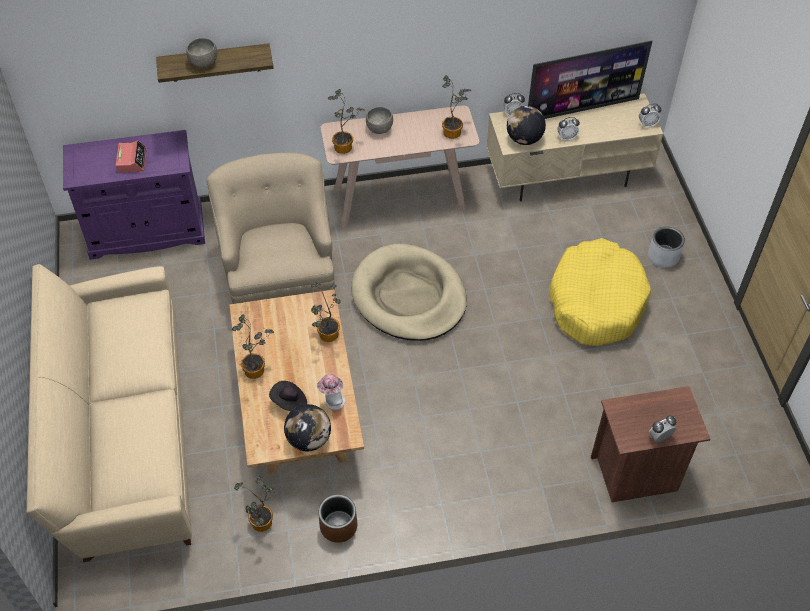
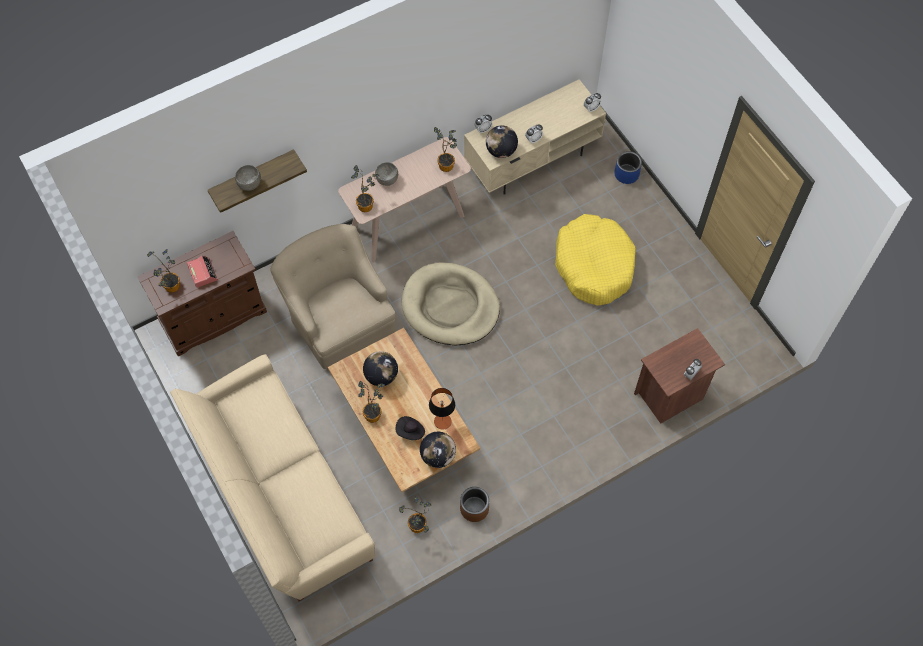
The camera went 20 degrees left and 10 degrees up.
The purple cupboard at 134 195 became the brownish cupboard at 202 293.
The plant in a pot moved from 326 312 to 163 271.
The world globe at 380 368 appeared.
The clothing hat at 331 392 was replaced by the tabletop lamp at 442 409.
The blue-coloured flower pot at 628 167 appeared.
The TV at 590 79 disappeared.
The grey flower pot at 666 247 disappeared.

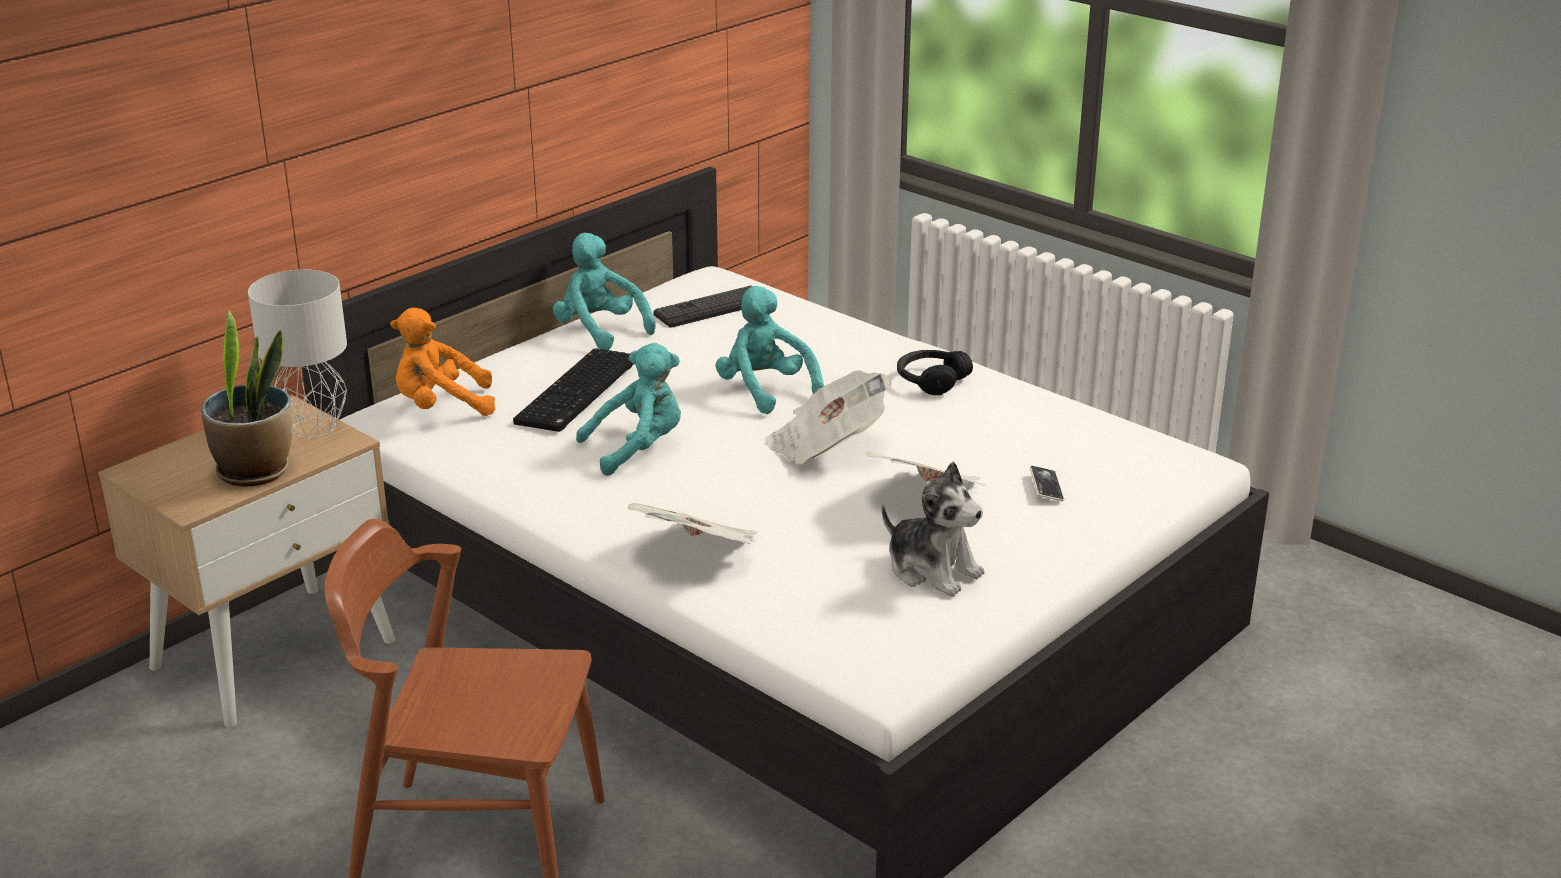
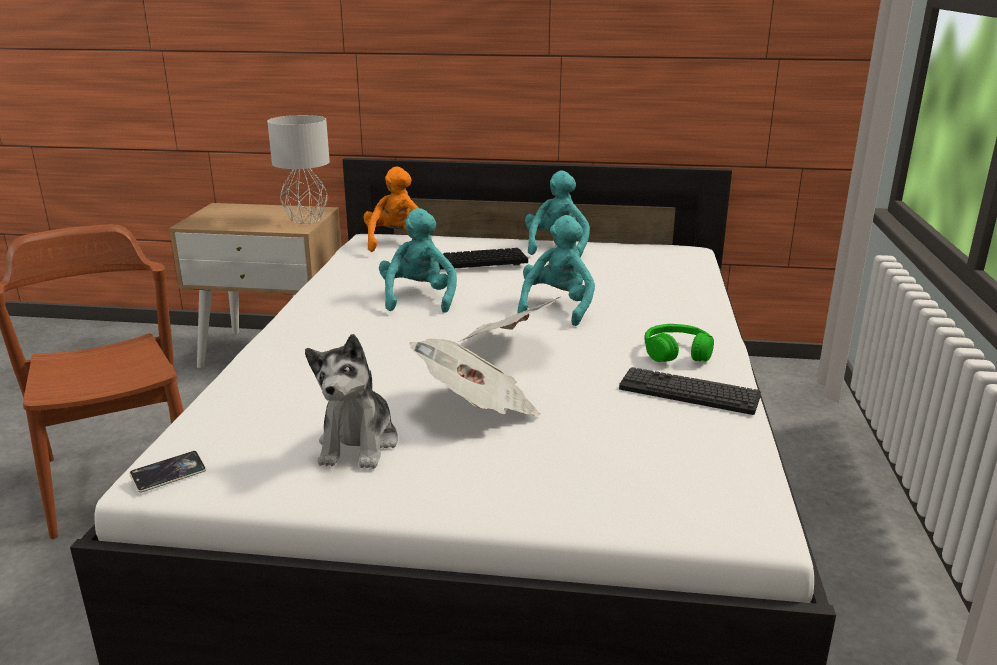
The camera went 55 degrees right and 5 degrees down.
The handset moved from 1047 483 to 167 472.
The orange cuddly toy at 442 362 turned 45 degrees clockwise.
The turquoise cuddly toy at 628 409 turned 120 degrees counterclockwise.
The PC keyboard moved from 702 306 to 690 391.
The black-coloured pair of headphones at 935 372 became the green-coloured pair of headphones at 679 343.
The plant in a pot at 247 398 disappeared.
The printed paper at 692 523 disappeared.

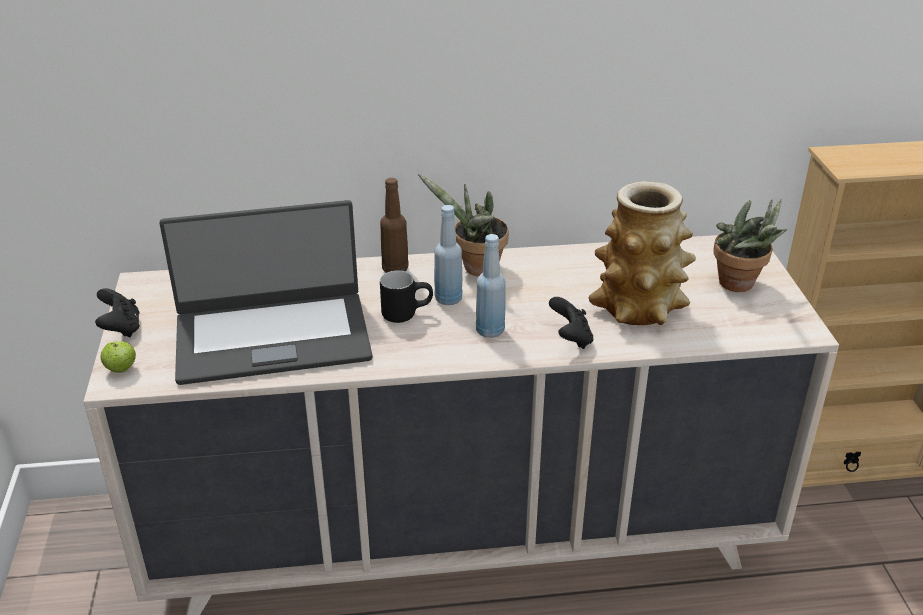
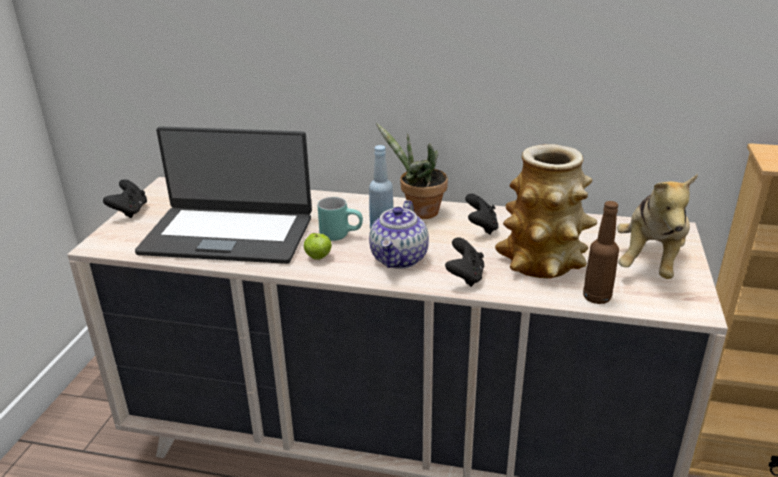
The camera went 20 degrees right and 5 degrees down.
The apple fruit moved from 118 357 to 318 246.
The black-coloured coffee mug at 406 296 became the turquoise coffee mug at 340 219.
The blue-coloured bottle at 491 286 was replaced by the teapot at 399 234.
The black-coloured game controller at 482 214 appeared.
The brownish bottle moved from 394 225 to 601 252.
The plant in a pot at 750 245 was replaced by the cuddly toy at 657 226.

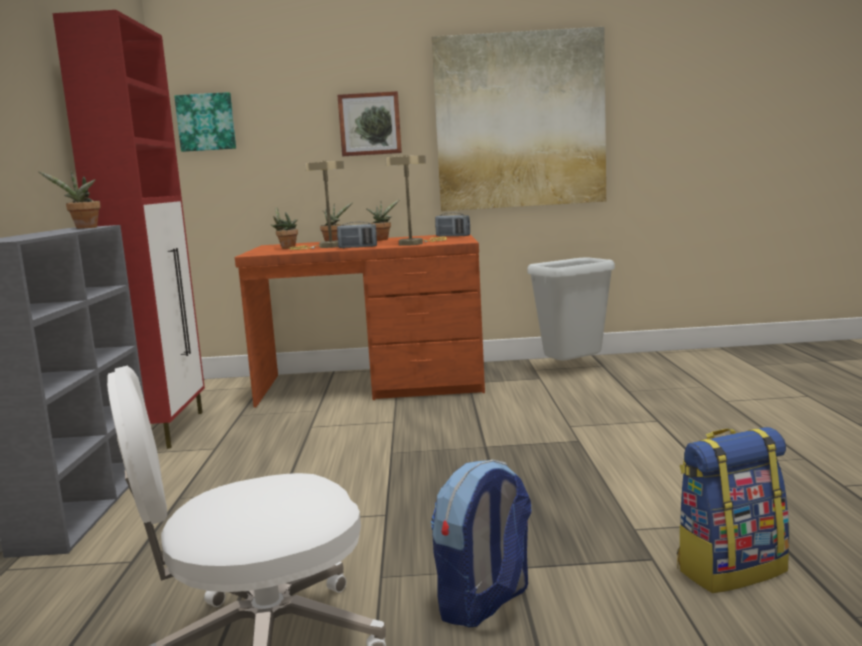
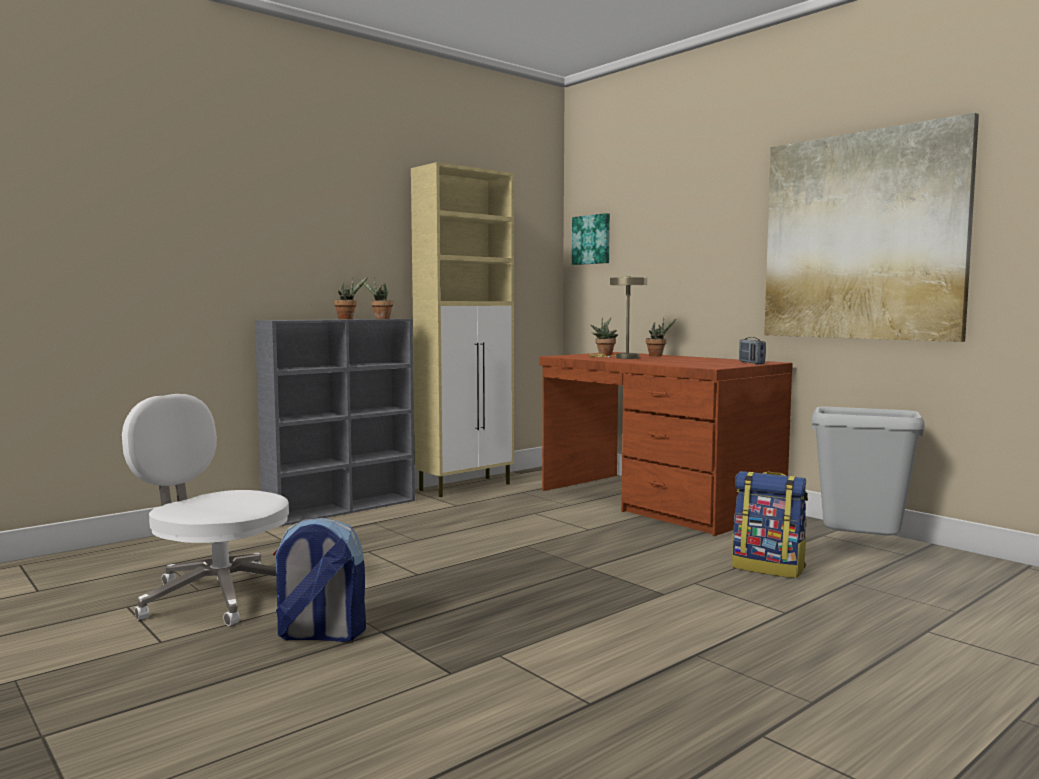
The camera went 50 degrees right and 5 degrees down.
The plant in a pot moved from 383 220 to 351 298.
The reddish cupboard at 129 229 became the sand-coloured cupboard at 462 329.
The rucksack moved from 733 510 to 770 524.
The wall picture at 369 123 disappeared.
The radio set at 357 235 disappeared.
The sand-coloured tabletop lamp at 416 200 disappeared.

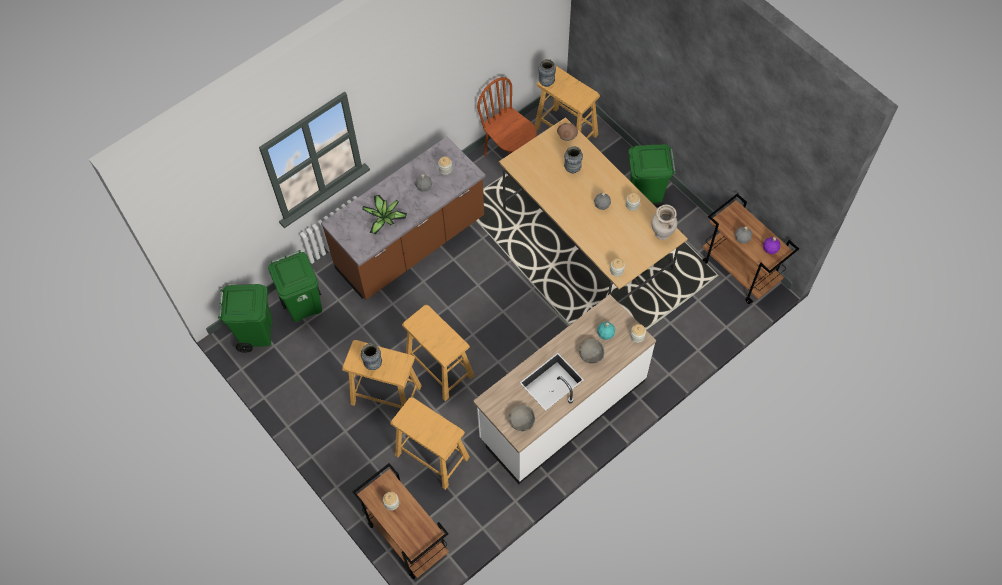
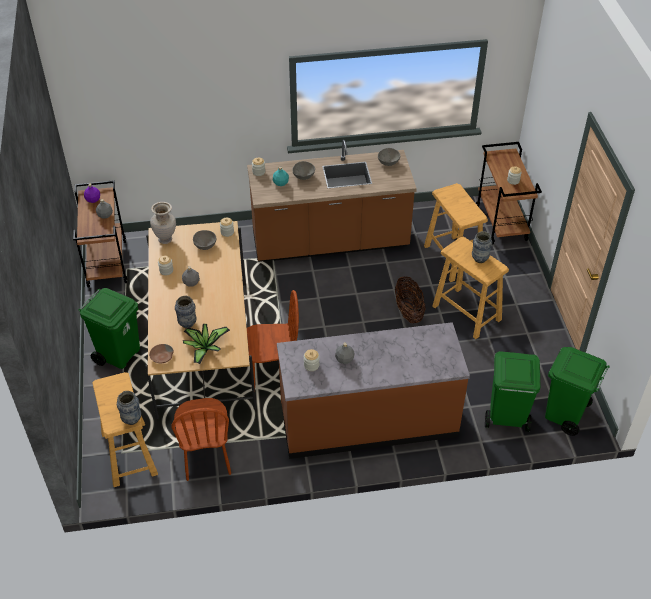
The camera went 150 degrees left and 15 degrees down.
The plant in a pot moved from 384 214 to 206 344.
The grey bowl at 204 240 appeared.
The white-coloured counter at 564 389 became the brownish counter at 332 201.
The brownish plain chair at 273 338 appeared.
The sand-coloured sitting stool at 438 353 was replaced by the storage basket at 410 300.

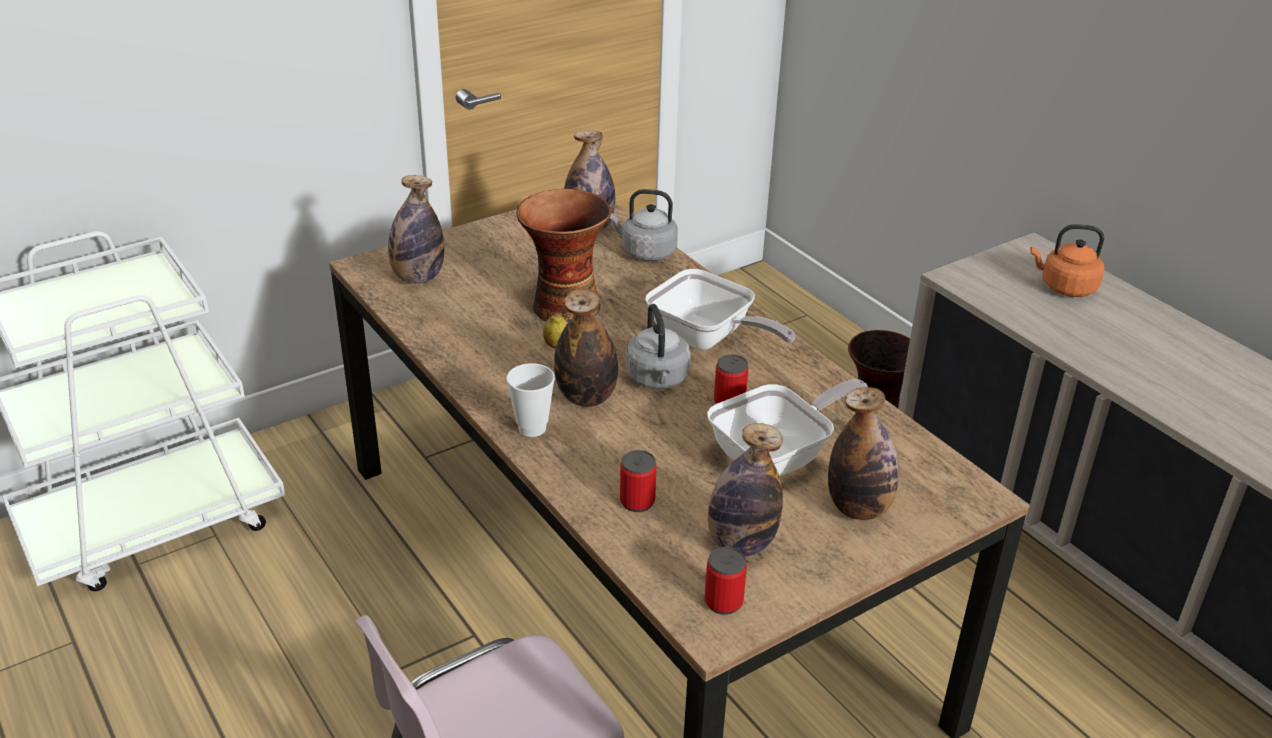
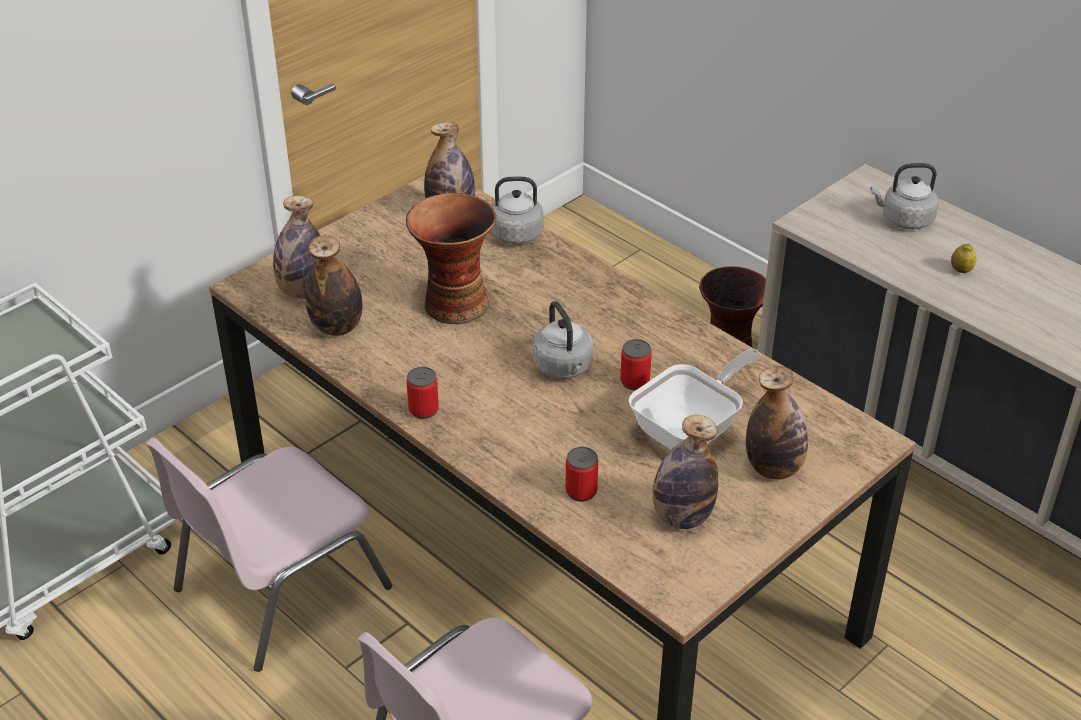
The camera went 10 degrees left and 5 degrees up.
The pink-coloured plain chair at 269 555 appeared.
The bottle moved from 586 348 to 333 285.
The metal can moved from 726 581 to 422 393.
The orange tea kettle at 1067 260 became the grey tea kettle at 904 196.
The whole lemon moved from 555 331 to 963 258.
The cup at 530 400 disappeared.
The pan at 720 309 disappeared.

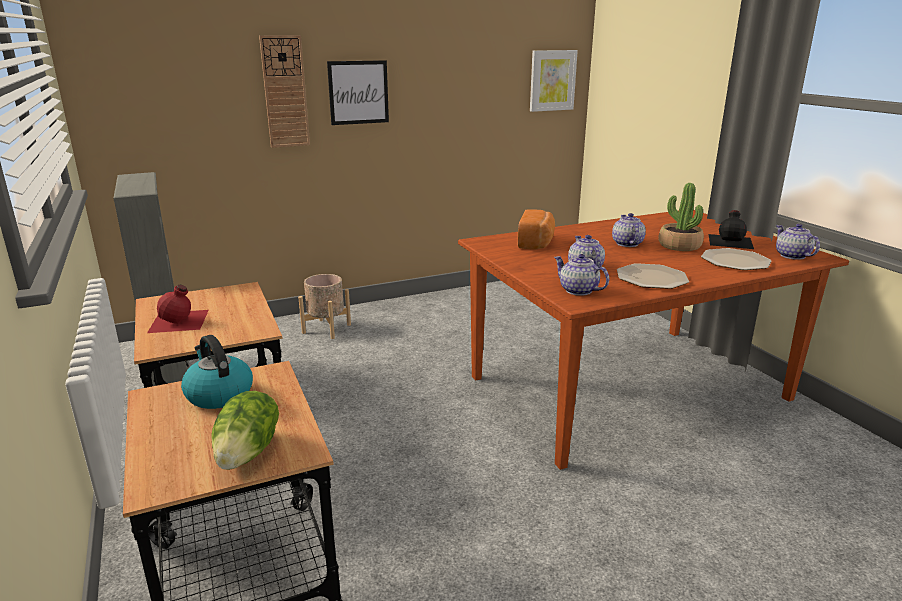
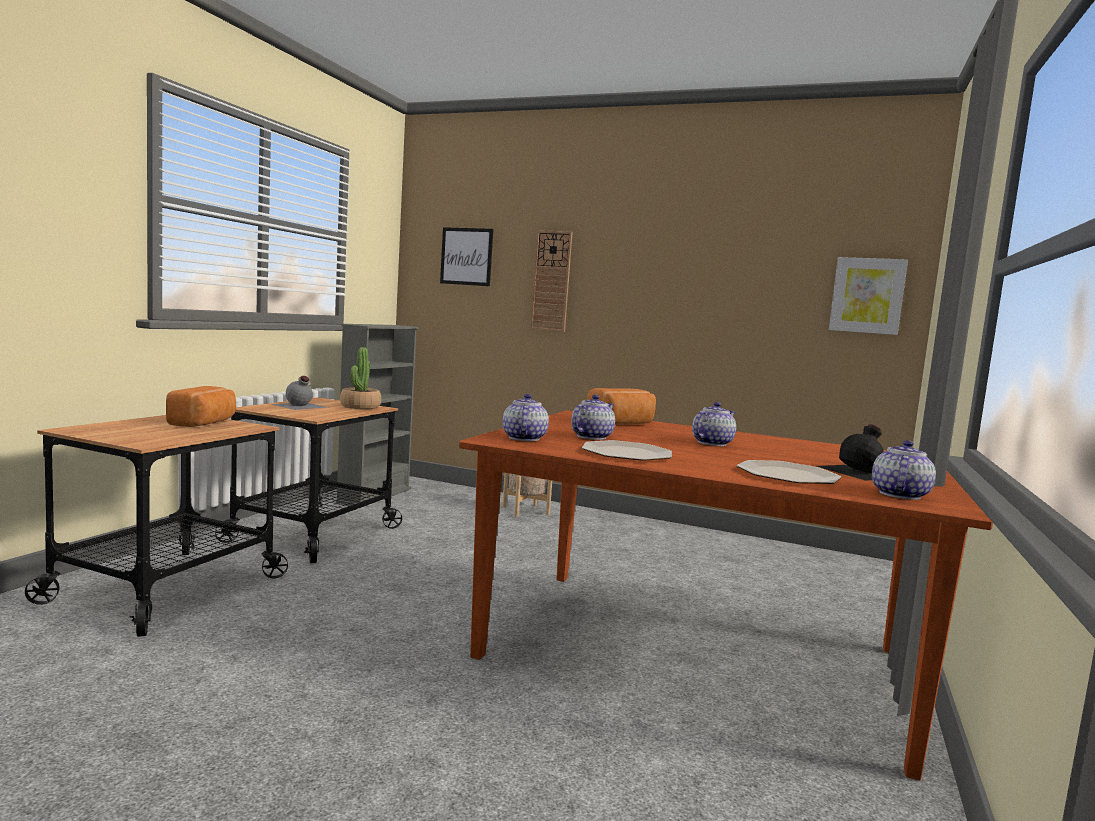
The camera went 45 degrees right and 15 degrees down.
The tea kettle at 217 372 was replaced by the bakery bread at 201 406.
The reddish bottle at 178 309 became the grey bottle at 299 393.
The plant in a pot moved from 681 217 to 360 378.
The wall picture moved from 358 92 to 466 256.
The lettuce at 245 430 disappeared.

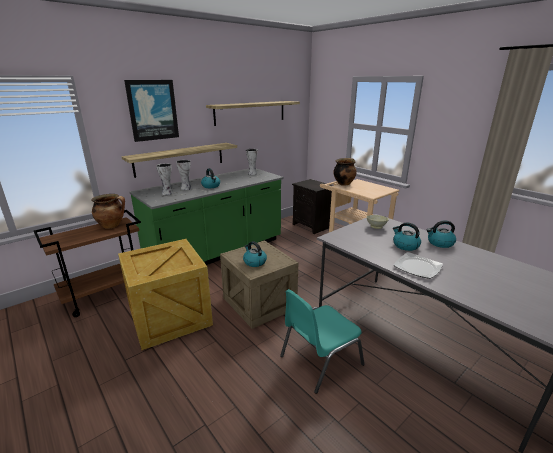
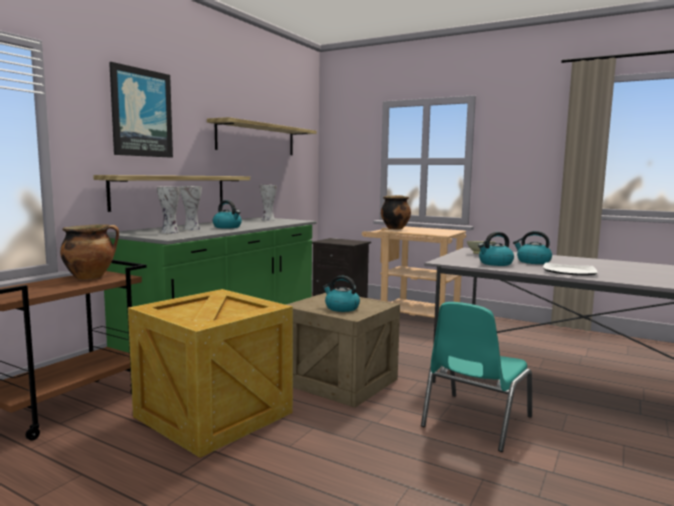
The camera went 20 degrees left and 15 degrees down.
The tea kettle moved from 441 234 to 496 249.

